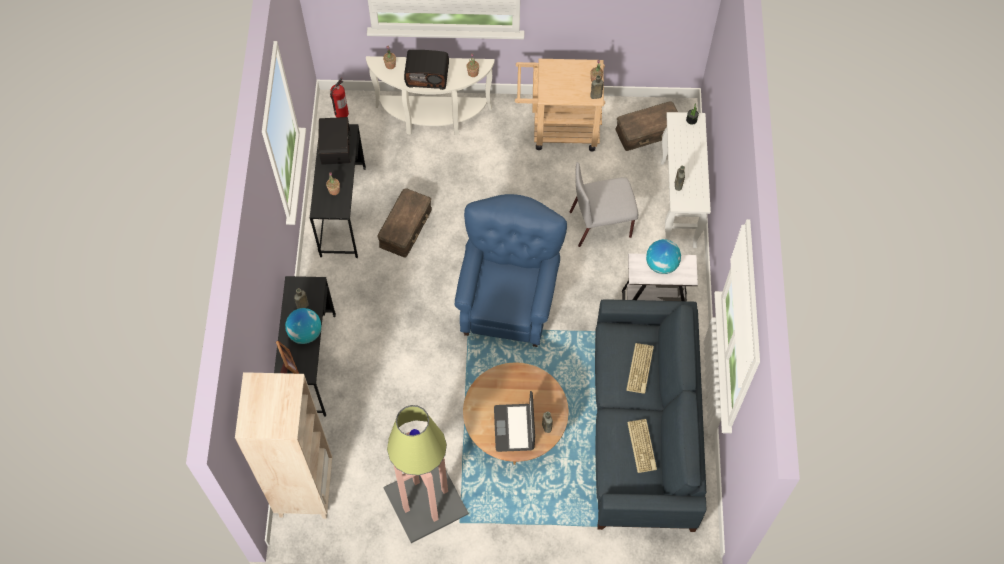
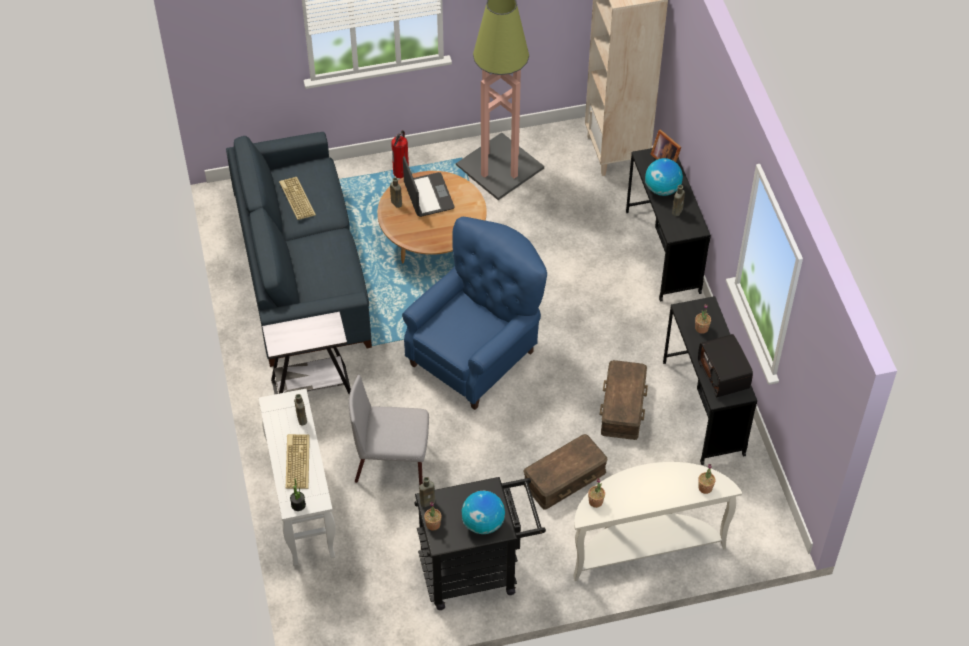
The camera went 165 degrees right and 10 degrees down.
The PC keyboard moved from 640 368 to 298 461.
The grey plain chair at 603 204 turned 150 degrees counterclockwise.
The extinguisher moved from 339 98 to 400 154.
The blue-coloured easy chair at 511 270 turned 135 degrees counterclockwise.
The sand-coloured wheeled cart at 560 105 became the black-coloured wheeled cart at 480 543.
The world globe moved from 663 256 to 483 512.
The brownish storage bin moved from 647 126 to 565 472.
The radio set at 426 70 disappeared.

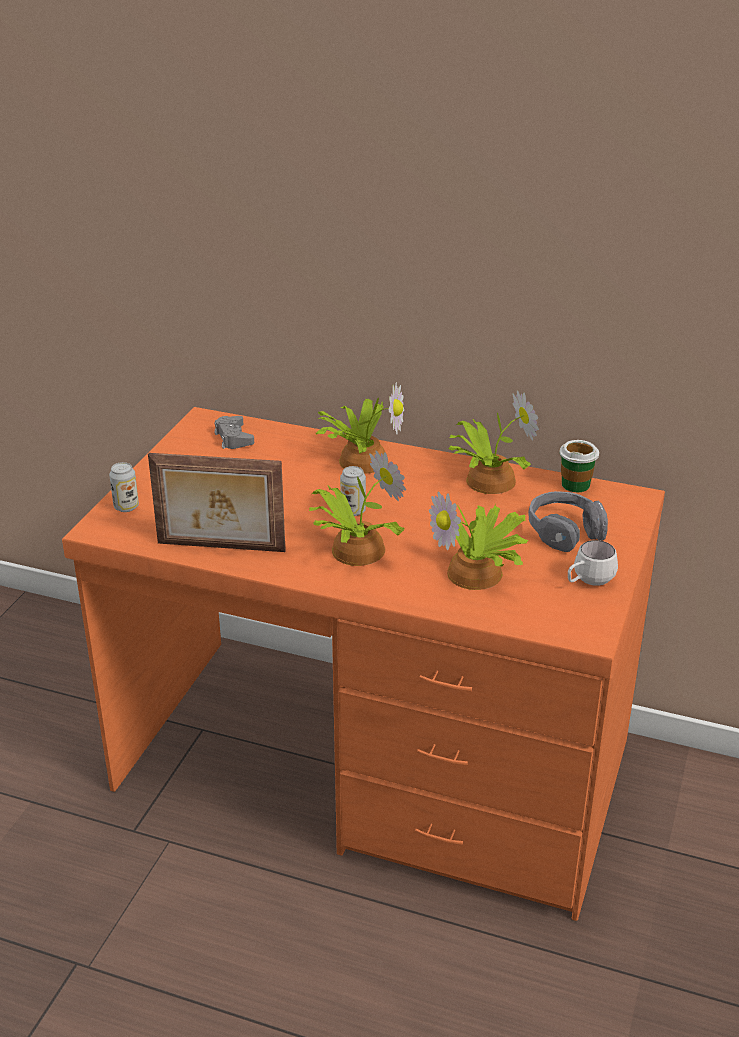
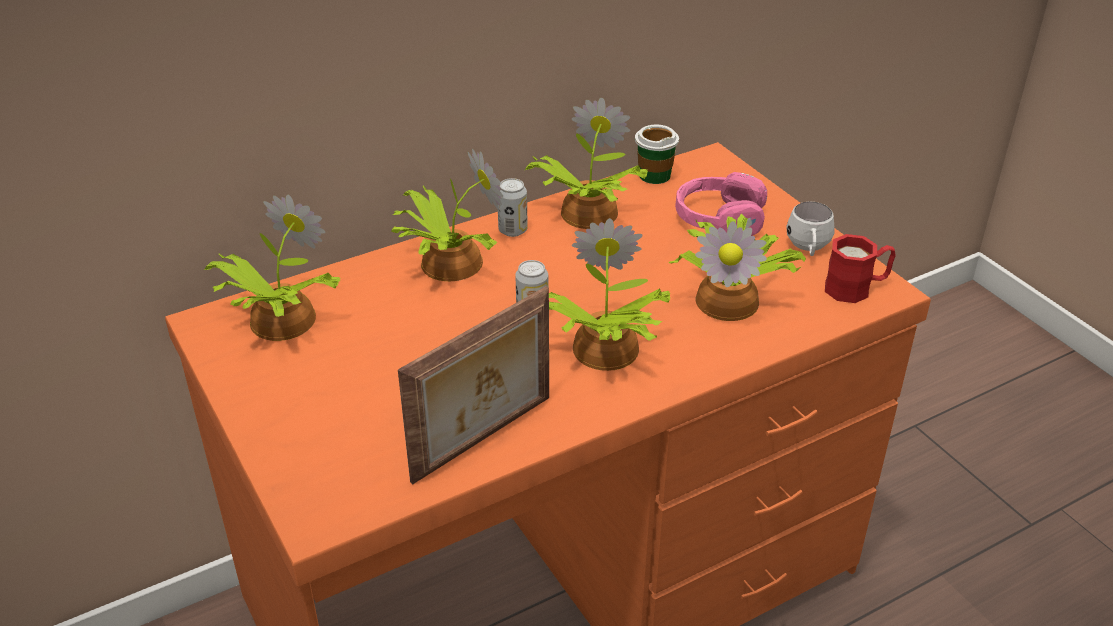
The camera went 50 degrees left and 5 degrees up.
The grey game controller at 234 432 was replaced by the plant in a pot at 272 268.
The metal can moved from 124 487 to 513 207.
The grey pair of headphones at 568 521 became the pink-coloured pair of headphones at 721 204.
The reddish coffee mug at 860 268 appeared.

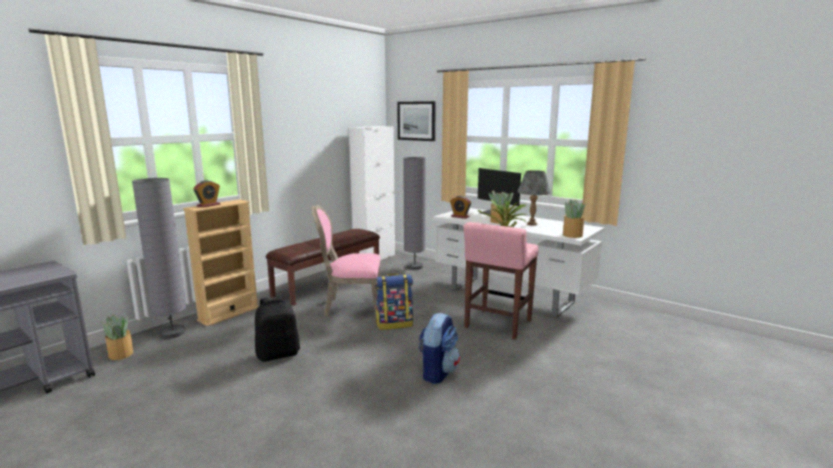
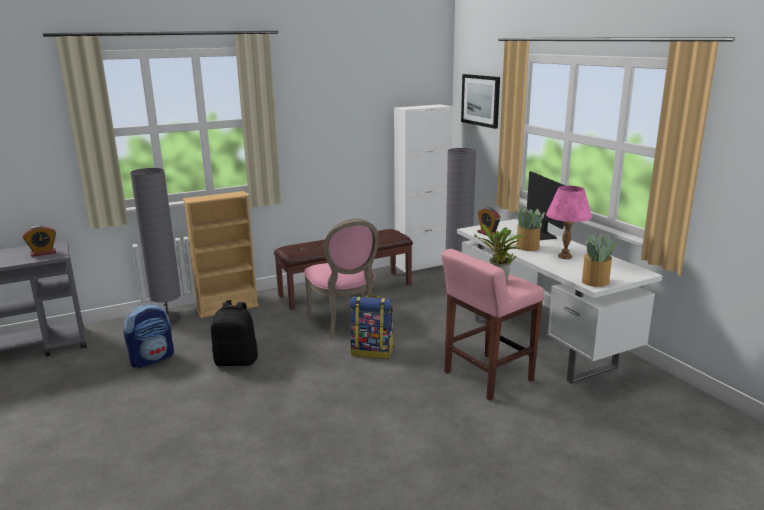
The camera went 25 degrees right and 5 degrees up.
The alarm clock moved from 206 194 to 39 241.
The rucksack moved from 439 348 to 149 335.
The pink-coloured plain chair at 345 261 turned 135 degrees counterclockwise.
The grey tabletop lamp at 534 198 became the pink-coloured tabletop lamp at 569 222.
The plant in a pot at 117 337 disappeared.

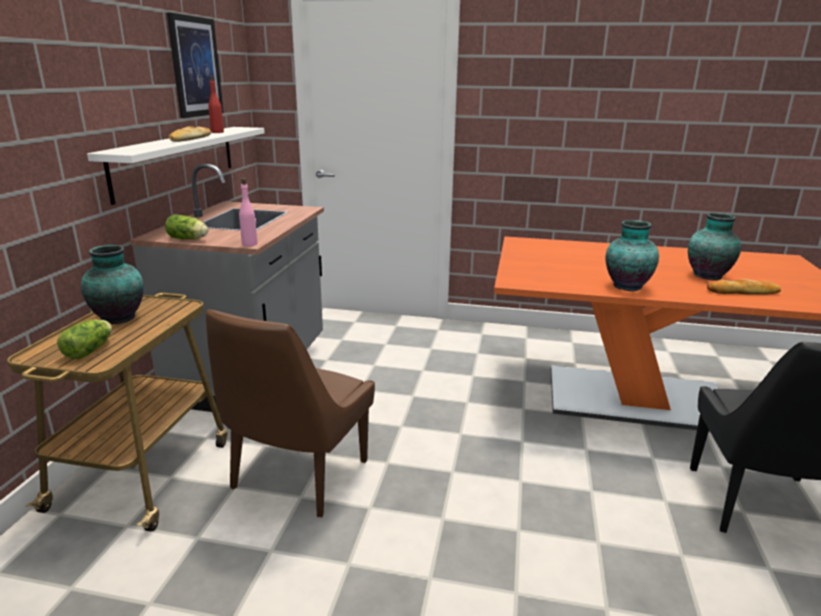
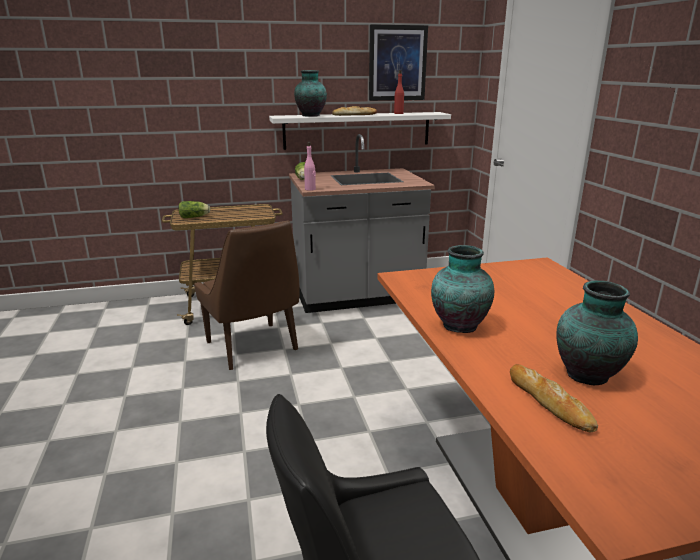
The camera went 65 degrees right and 0 degrees up.
The brownish plain chair at 290 413 turned 120 degrees counterclockwise.
The decorative vase moved from 112 284 to 310 93.

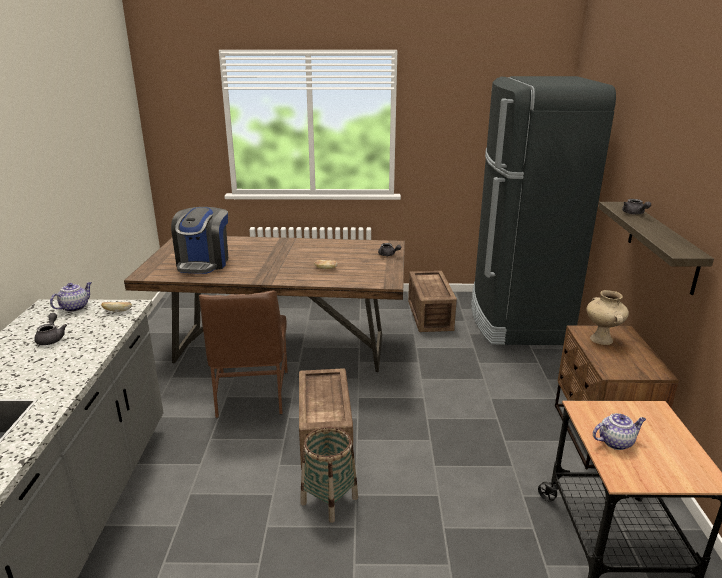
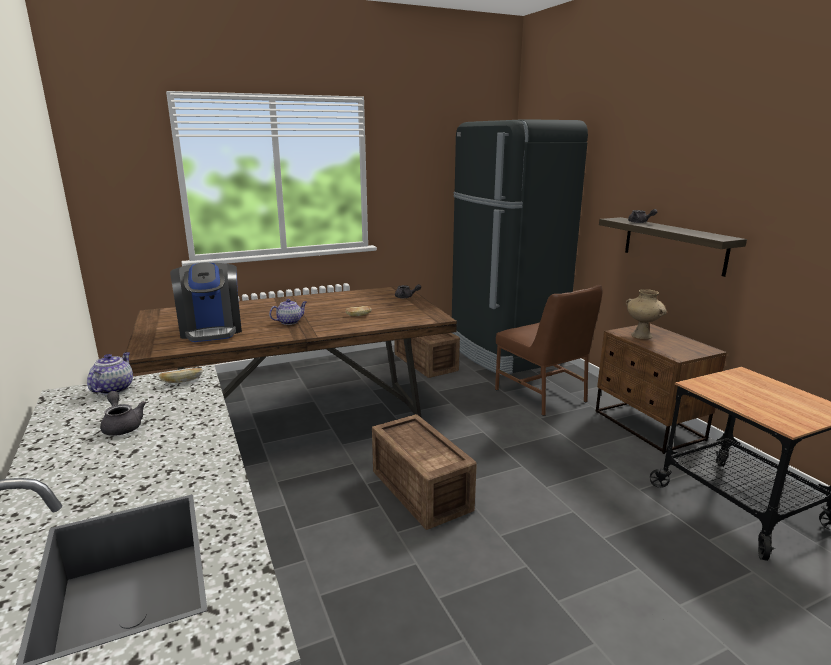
The camera went 25 degrees left and 5 degrees down.
The teapot moved from 619 431 to 288 312.
The brownish plain chair moved from 243 354 to 549 350.
The storage basket at 329 475 disappeared.

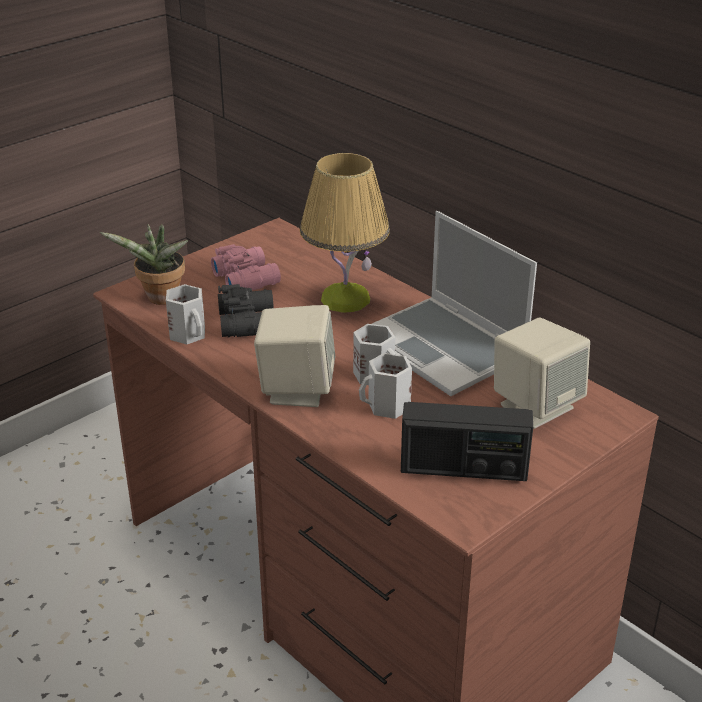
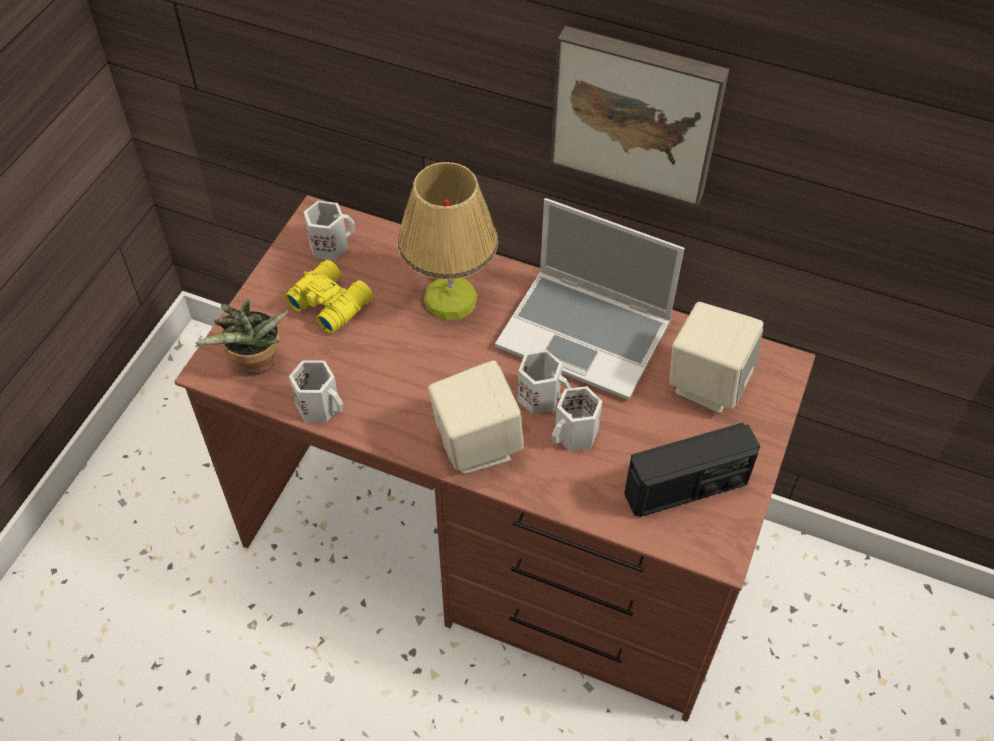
The camera went 25 degrees left and 20 degrees up.
The pink-coloured binoculars at 246 267 became the yellow binoculars at 329 296.
The white-coloured coffee mug at 329 231 appeared.
The wall picture at 639 116 appeared.
The black-coloured binoculars at 246 310 disappeared.

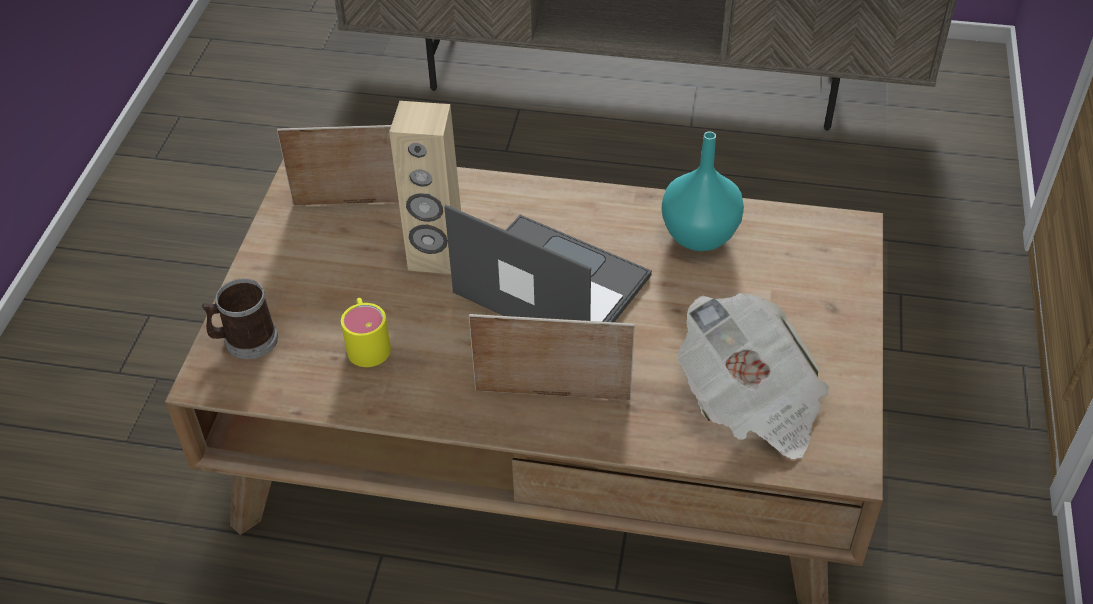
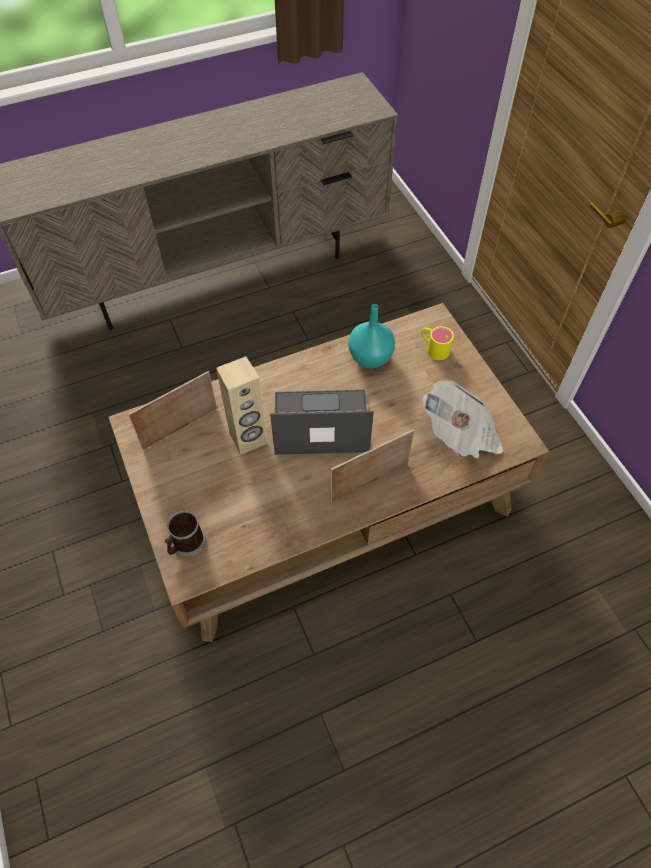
The camera went 35 degrees left and 10 degrees up.
The yellow coffee mug moved from 366 332 to 438 343.

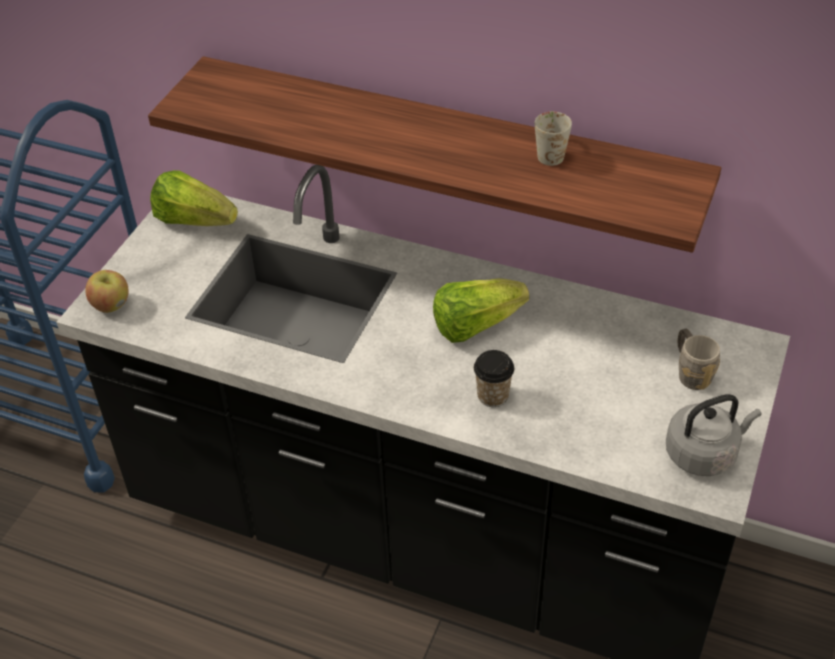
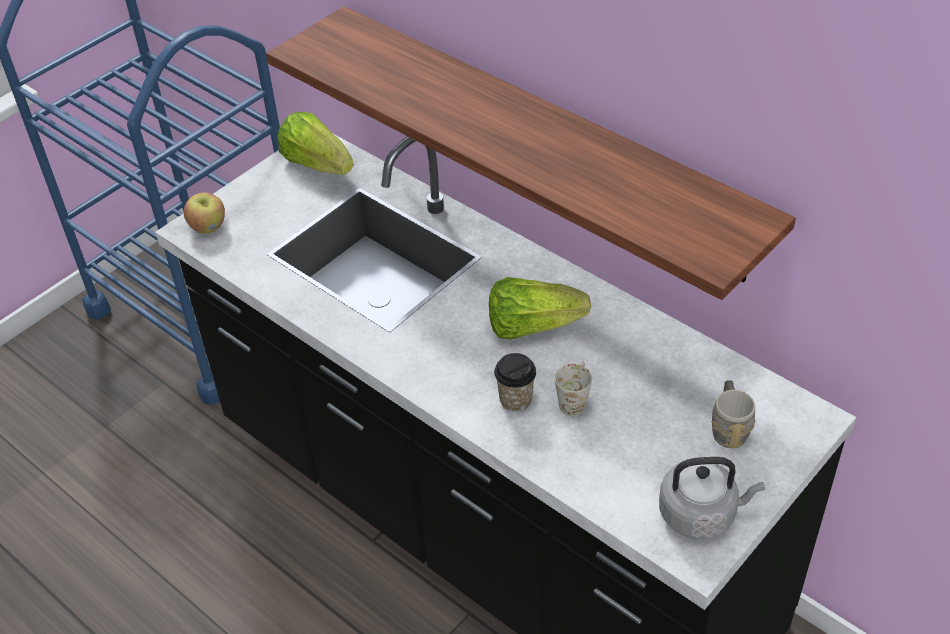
The camera went 20 degrees right and 0 degrees up.
The white-coloured coffee mug moved from 553 139 to 573 389.

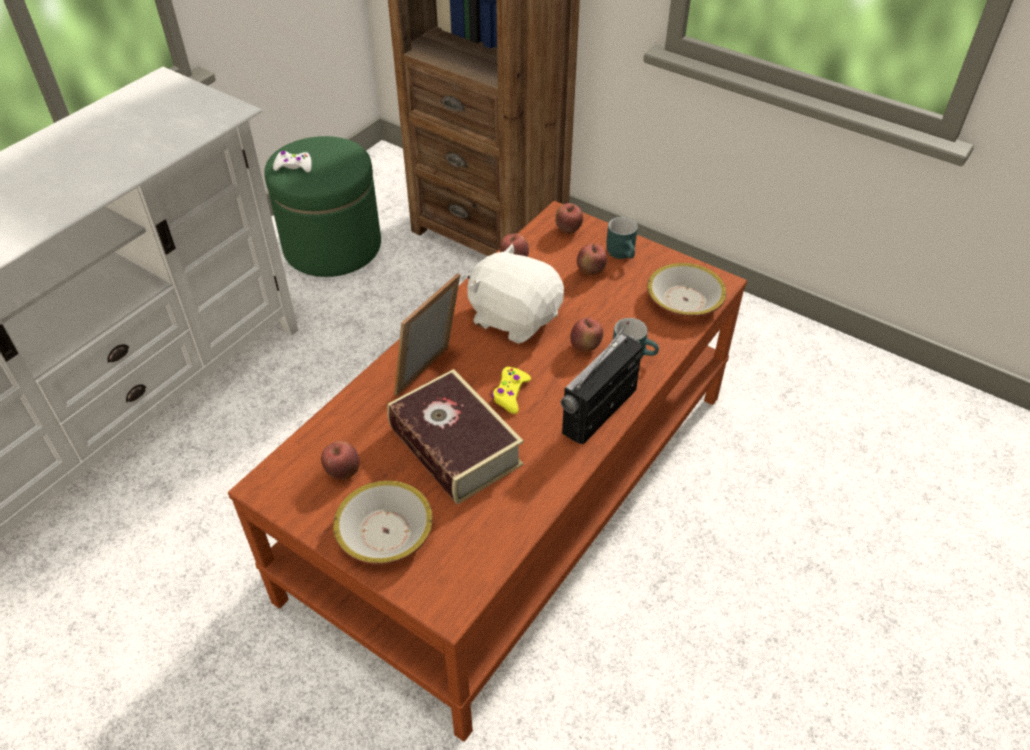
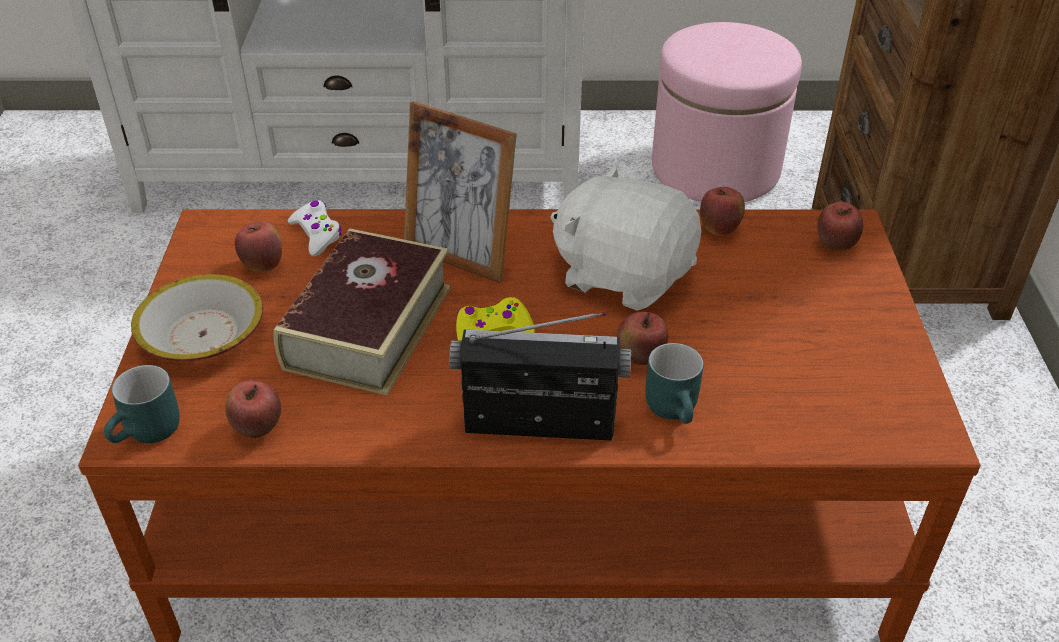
The camera went 55 degrees right and 5 degrees down.
The turquoise coffee mug moved from 622 238 to 142 404.
The apple fruit moved from 592 259 to 253 409.
The white-coloured game controller moved from 292 161 to 315 228.
The picture frame at 427 334 turned 150 degrees counterclockwise.
The white-coloured cuddly toy at 515 294 turned 60 degrees counterclockwise.
The green-coloured footrest at 322 206 became the pink-coloured footrest at 727 112.
The bowl at 687 290 disappeared.

